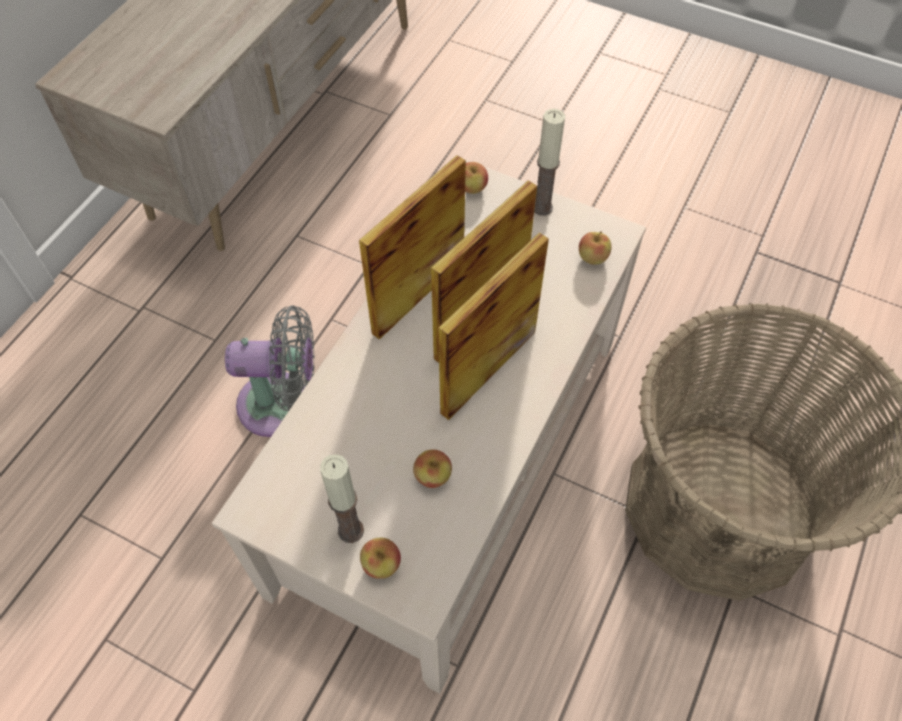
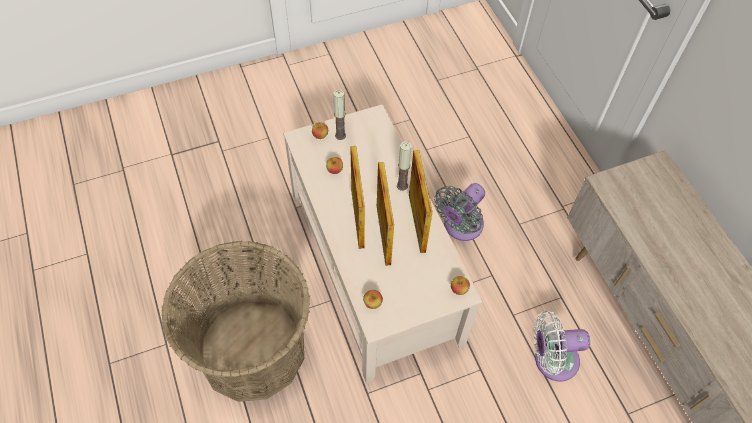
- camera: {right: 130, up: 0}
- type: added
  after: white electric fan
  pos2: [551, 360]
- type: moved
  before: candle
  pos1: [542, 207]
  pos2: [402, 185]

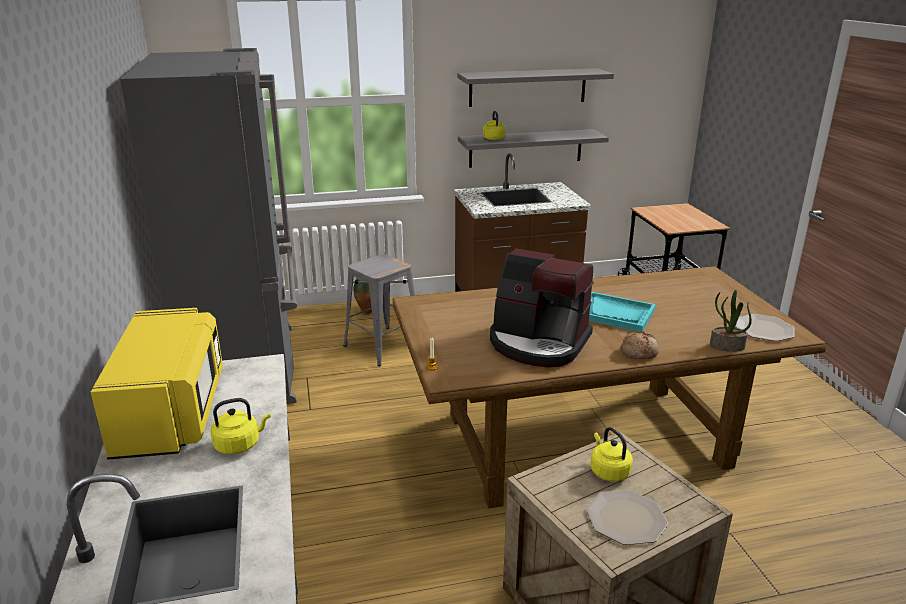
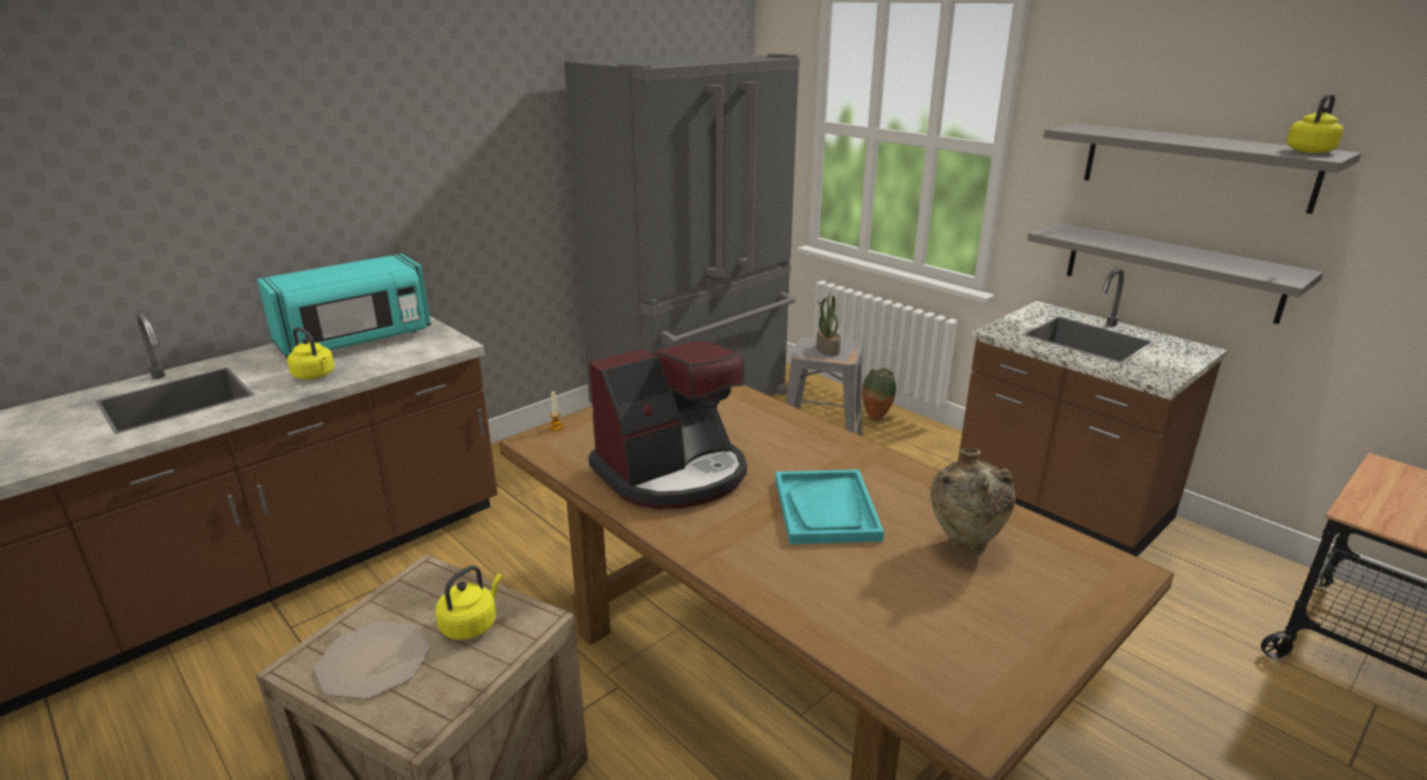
- camera: {right: 60, up: 0}
- type: removed
  before: bakery bread
  pos1: [639, 352]
- type: removed
  before: dinner plate
  pos1: [763, 329]
- type: added
  after: beige-coloured decorative vase
  pos2: [964, 547]
- type: moved
  before: yellowish tea kettle
  pos1: [493, 138]
  pos2: [1311, 151]
- type: moved
  before: potted plant
  pos1: [726, 346]
  pos2: [827, 350]
- type: recoloured
  before: yellowish microwave oven
  after: blue-green microwave oven
  pos1: [172, 413]
  pos2: [356, 340]
- type: turned
  before: coffee machine
  pos1: [538, 343]
  pos2: [673, 473]
  turn: -120

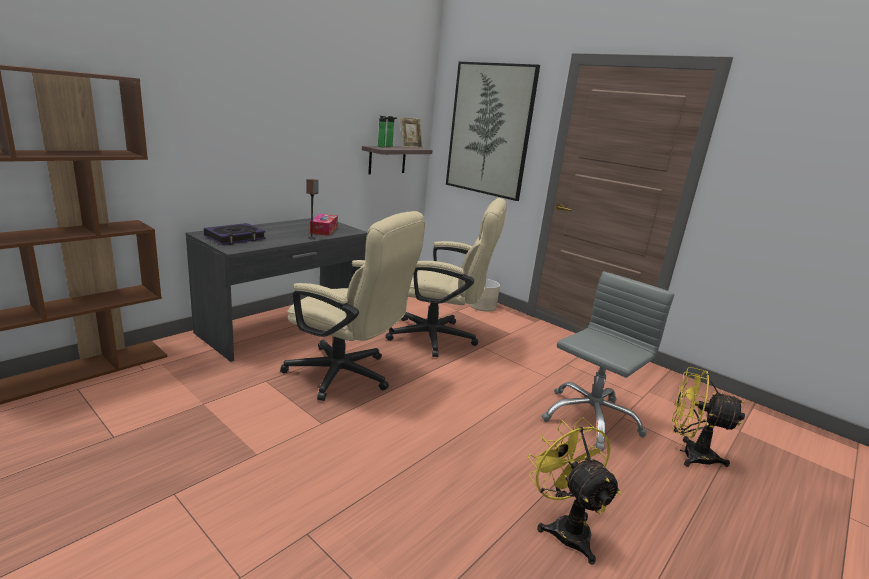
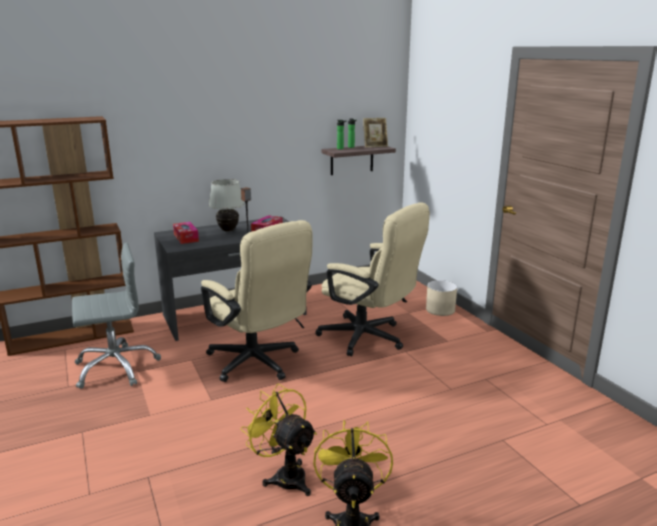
- camera: {right: 25, up: 0}
- type: removed
  before: picture
  pos1: [489, 130]
- type: added
  after: white lamp for a table
  pos2: [228, 230]
- type: moved
  before: grey office chair
  pos1: [590, 418]
  pos2: [116, 367]
- type: moved
  before: yellowish electric fan
  pos1: [689, 453]
  pos2: [285, 476]
- type: replaced
  before: volume
  after: tissue box
  pos1: [235, 238]
  pos2: [186, 238]

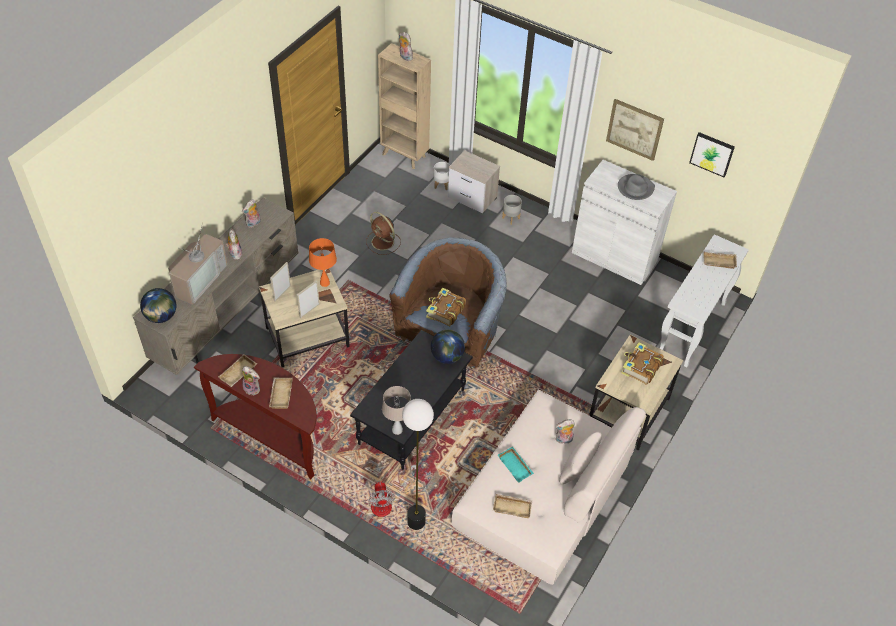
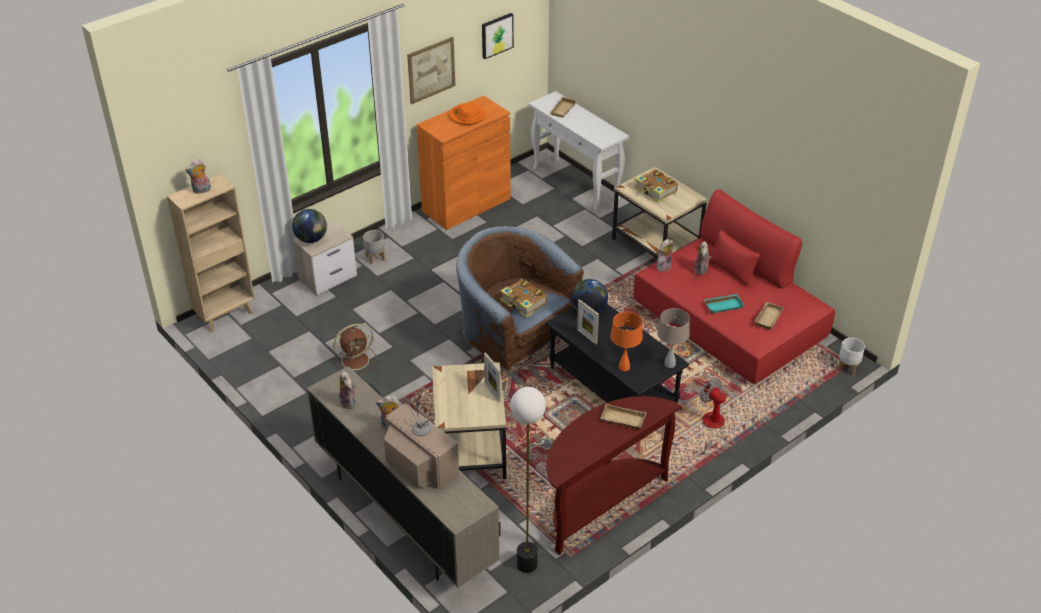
- camera: {right: -70, up: -10}
- type: removed
  before: beige-coloured serving tray
  pos1: [238, 374]
- type: moved
  before: desk globe
  pos1: [161, 316]
  pos2: [311, 239]
- type: moved
  before: plush toy
  pos1: [253, 388]
  pos2: [663, 266]
- type: moved
  before: standing frame
  pos1: [282, 293]
  pos2: [587, 336]
- type: moved
  before: orangey lamp for a table
  pos1: [324, 283]
  pos2: [624, 367]
- type: moved
  before: standard lamp
  pos1: [416, 522]
  pos2: [527, 564]
- type: moved
  before: white flower pot
  pos1: [442, 185]
  pos2: [848, 367]
- type: recoloured
  before: beige-coloured sofa
  after: reddish sofa
  pos1: [543, 494]
  pos2: [730, 319]
- type: recoloured
  before: white storage cabinet
  after: orangey storage cabinet
  pos1: [614, 257]
  pos2: [466, 205]
- type: recoloured
  before: grey hat
  after: orangey hat
  pos1: [635, 188]
  pos2: [467, 116]
- type: turned
  before: electric fan
  pos1: [387, 502]
  pos2: [712, 427]
  turn: -135

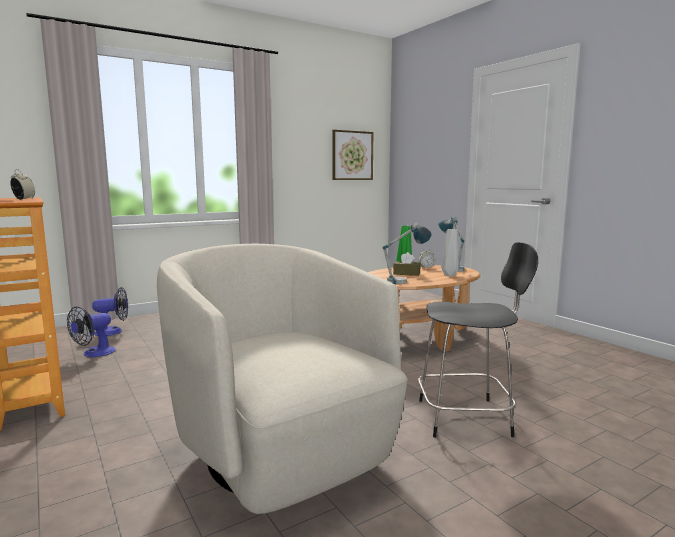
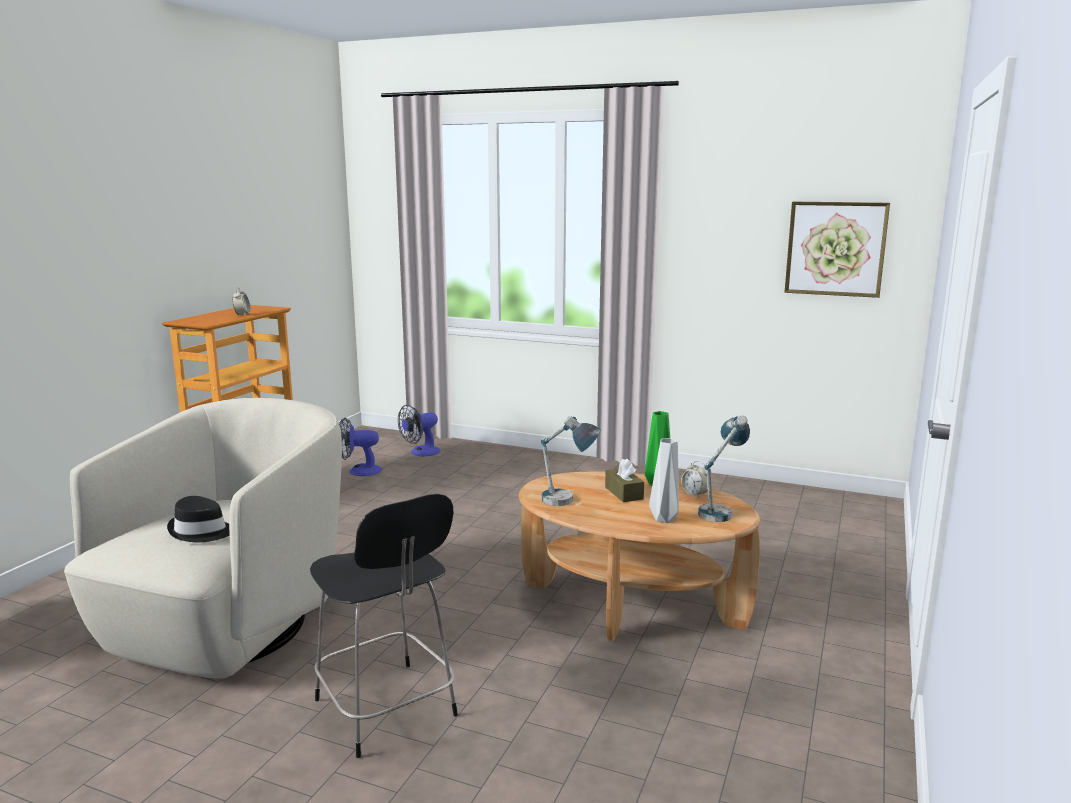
- camera: {right: 55, up: 5}
- type: added
  after: black hat
  pos2: [201, 531]
- type: turned
  before: electric fan
  pos1: [114, 331]
  pos2: [420, 453]
  turn: 105

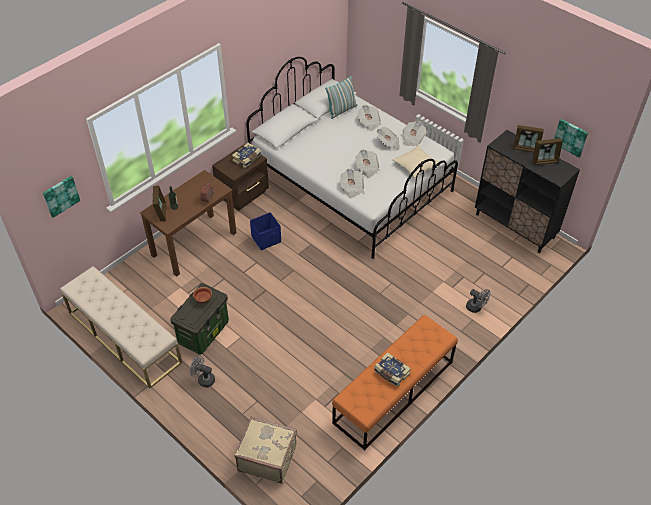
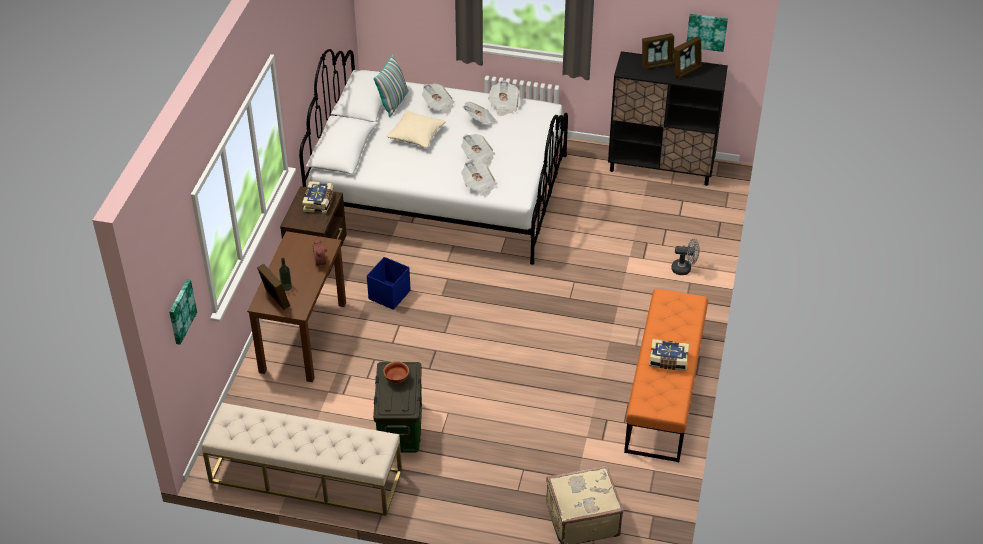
- camera: {right: -30, up: -5}
- type: removed
  before: grey electric fan
  pos1: [203, 379]
- type: moved
  before: beige-coloured throw pillow
  pos1: [415, 166]
  pos2: [416, 135]

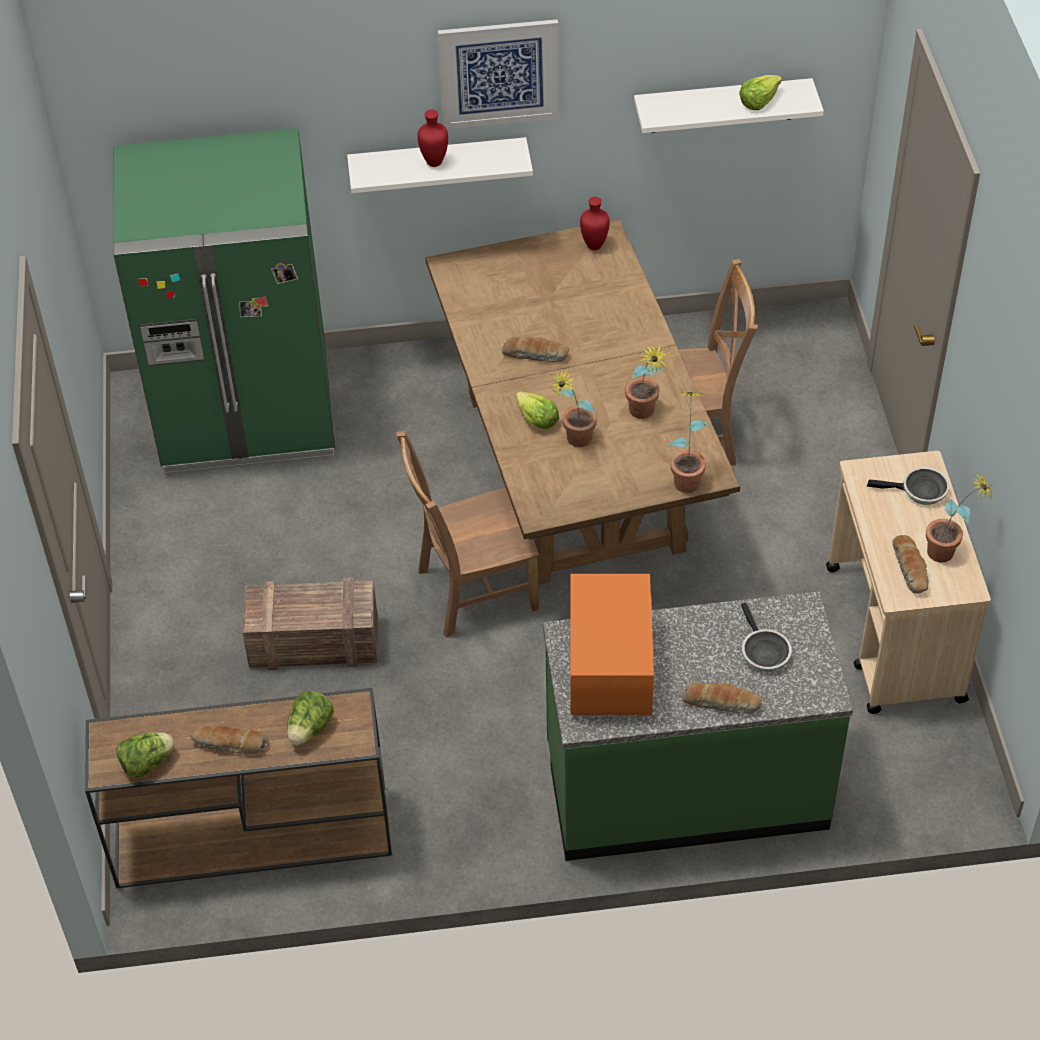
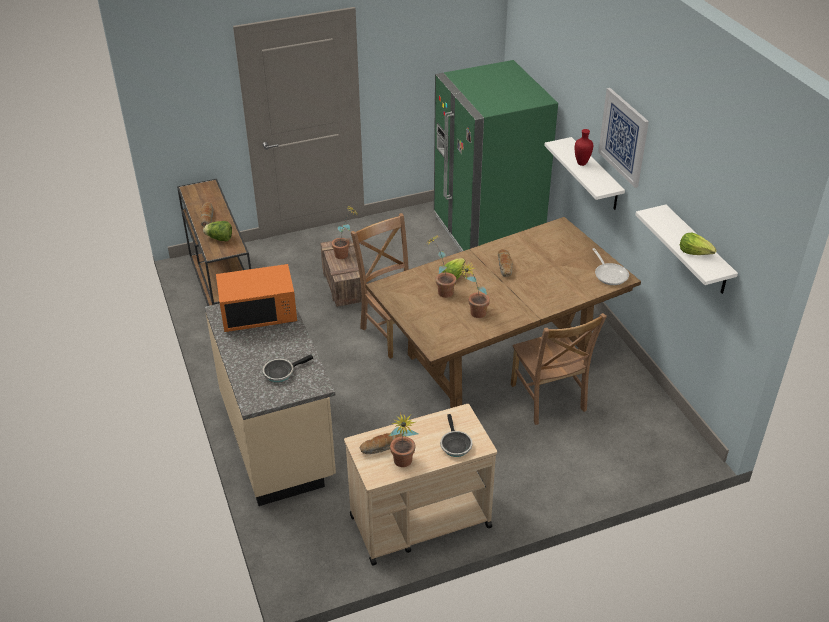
- camera: {right: 75, up: -10}
- type: removed
  before: head of lettuce
  pos1: [147, 763]
- type: removed
  before: bakery bread
  pos1: [721, 702]
- type: moved
  before: potted plant
  pos1: [687, 476]
  pos2: [345, 254]
- type: replaced
  before: reddish decorative vase
  after: frying pan
  pos1: [593, 245]
  pos2: [610, 274]
- type: recoloured
  before: greenish counter
  after: beige-coloured counter
  pos1: [686, 787]
  pos2: [278, 437]

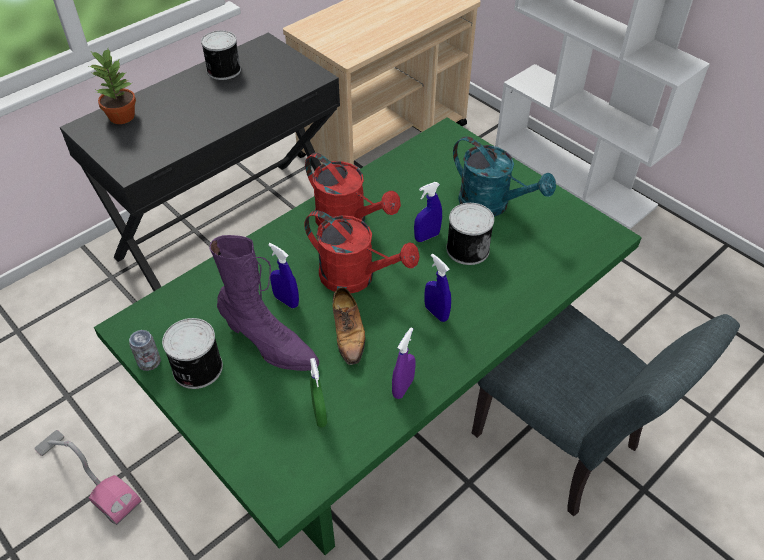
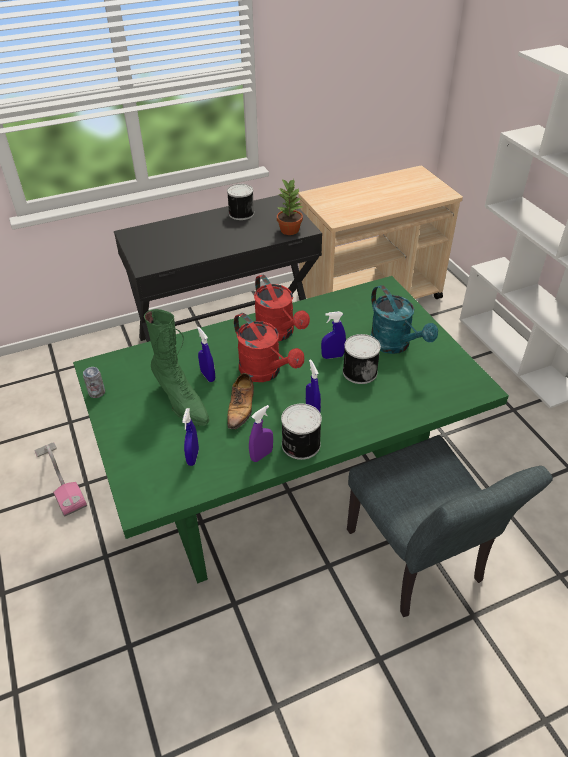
- camera: {right: 20, up: -5}
- type: moved
  before: potted plant
  pos1: [121, 116]
  pos2: [289, 230]
- type: moved
  before: metal can
  pos1: [196, 369]
  pos2: [300, 444]
- type: recoloured
  before: purple boot
  after: greenish boot
  pos1: [269, 345]
  pos2: [181, 402]
- type: recoloured
  before: greenish spray bottle
  after: blue spray bottle
  pos1: [319, 415]
  pos2: [193, 457]

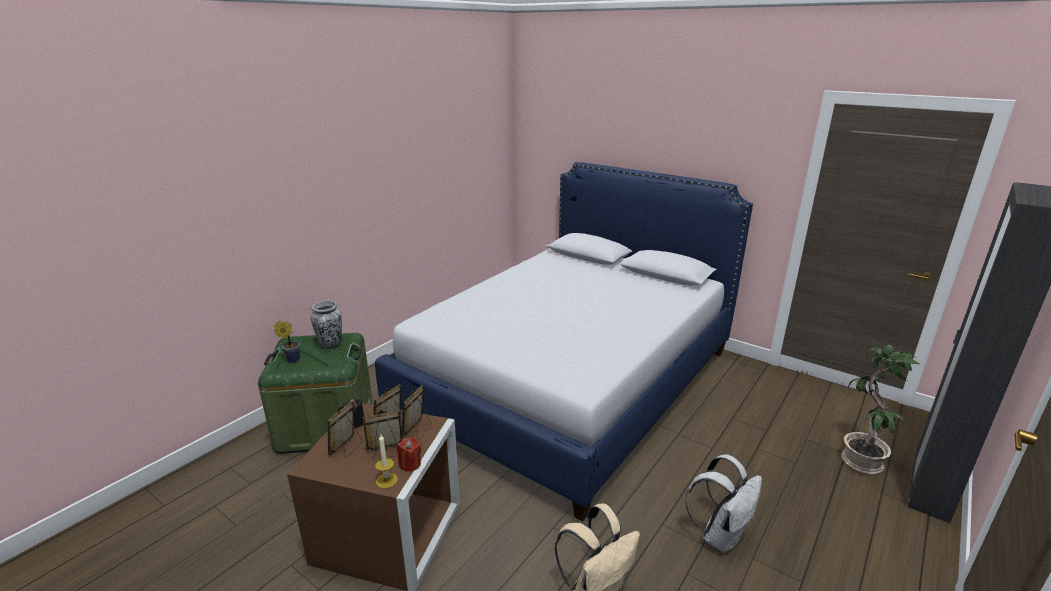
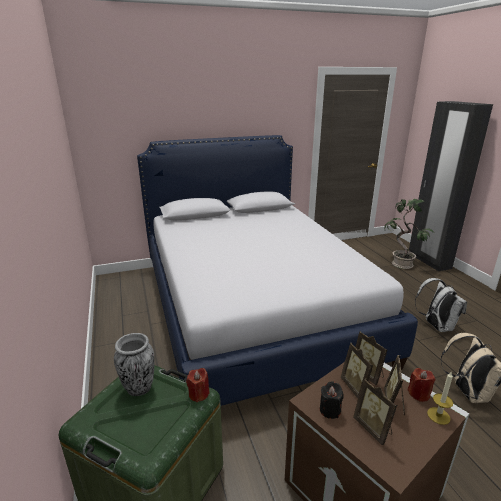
- camera: {right: -55, up: 0}
- type: removed
  before: potted plant
  pos1: [292, 360]
- type: added
  after: reddish candle
  pos2: [198, 394]

